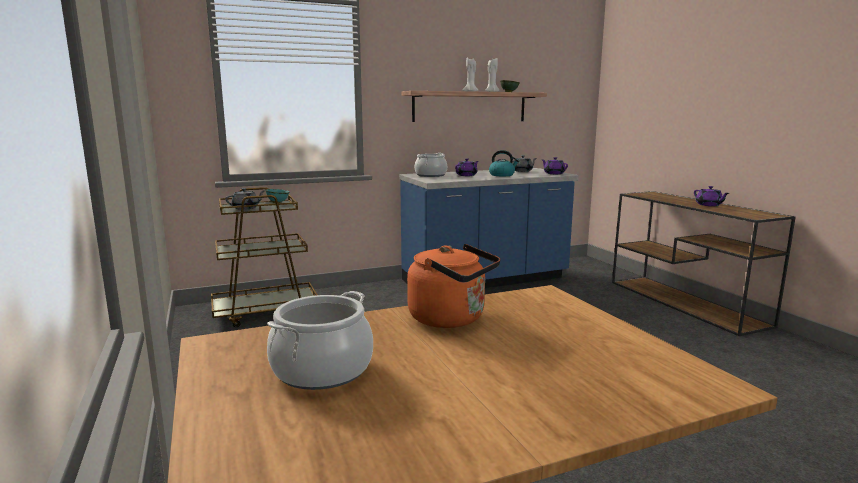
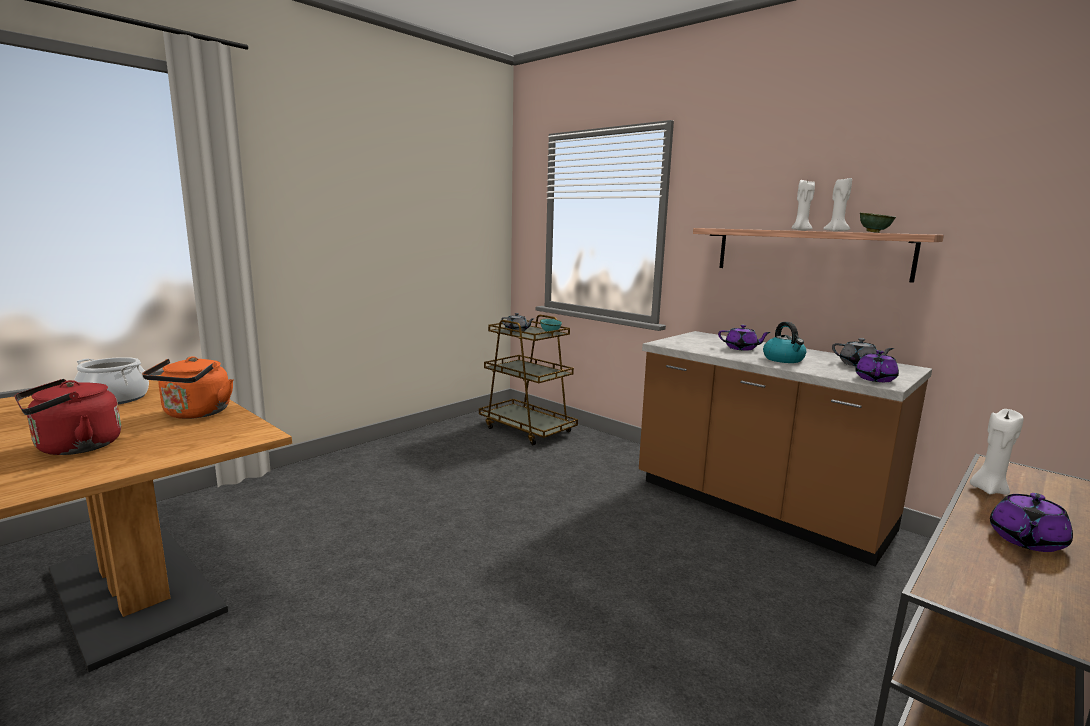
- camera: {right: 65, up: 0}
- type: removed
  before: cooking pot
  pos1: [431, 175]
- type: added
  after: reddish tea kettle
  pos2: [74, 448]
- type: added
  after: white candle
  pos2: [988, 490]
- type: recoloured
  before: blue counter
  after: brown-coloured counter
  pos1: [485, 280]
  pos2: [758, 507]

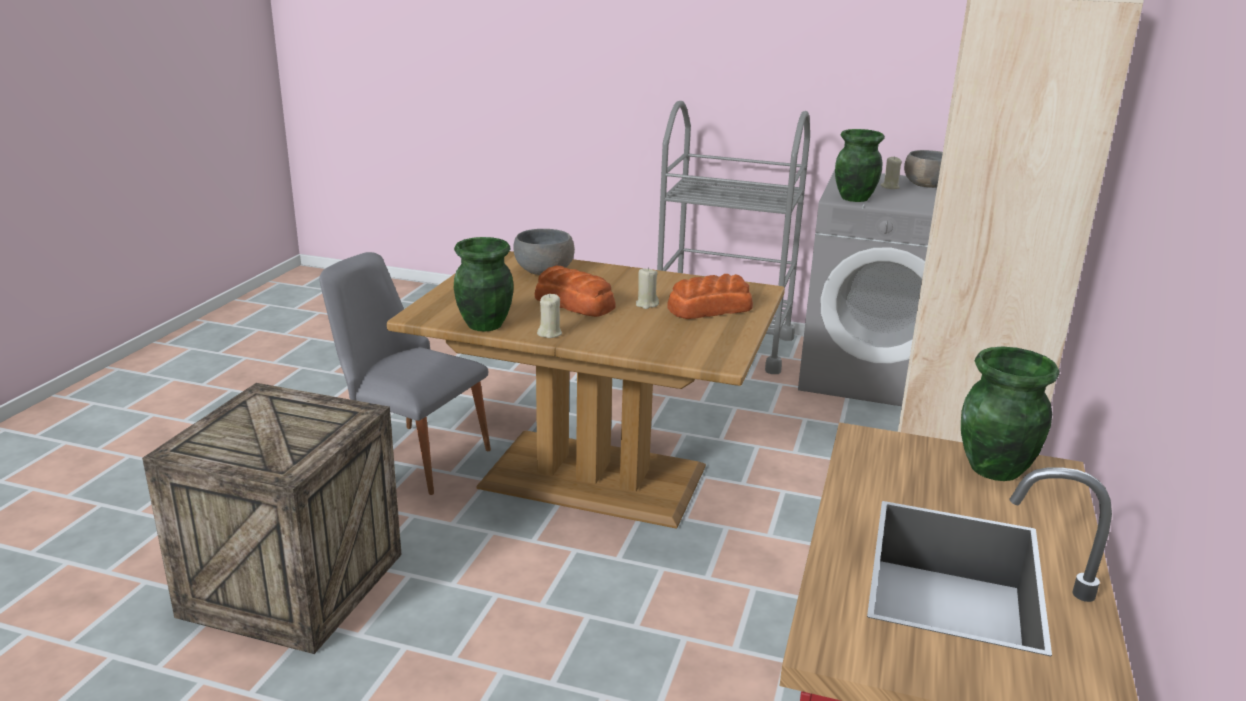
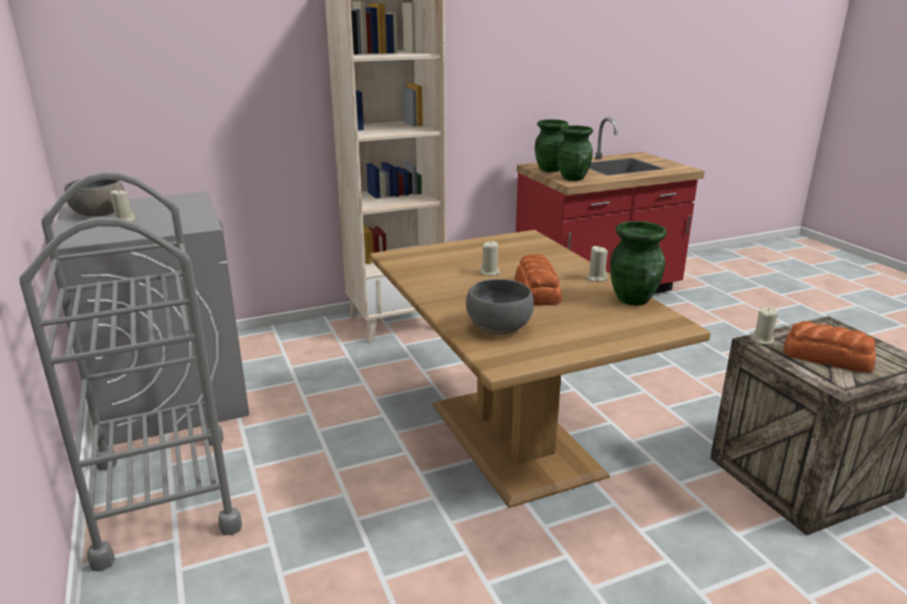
- camera: {right: -130, up: 0}
- type: removed
  before: grey plain chair
  pos1: [410, 453]
- type: added
  after: beige-coloured candle
  pos2: [762, 340]
- type: moved
  before: bakery bread
  pos1: [708, 309]
  pos2: [828, 358]
- type: moved
  before: greenish decorative vase
  pos1: [854, 198]
  pos2: [573, 178]

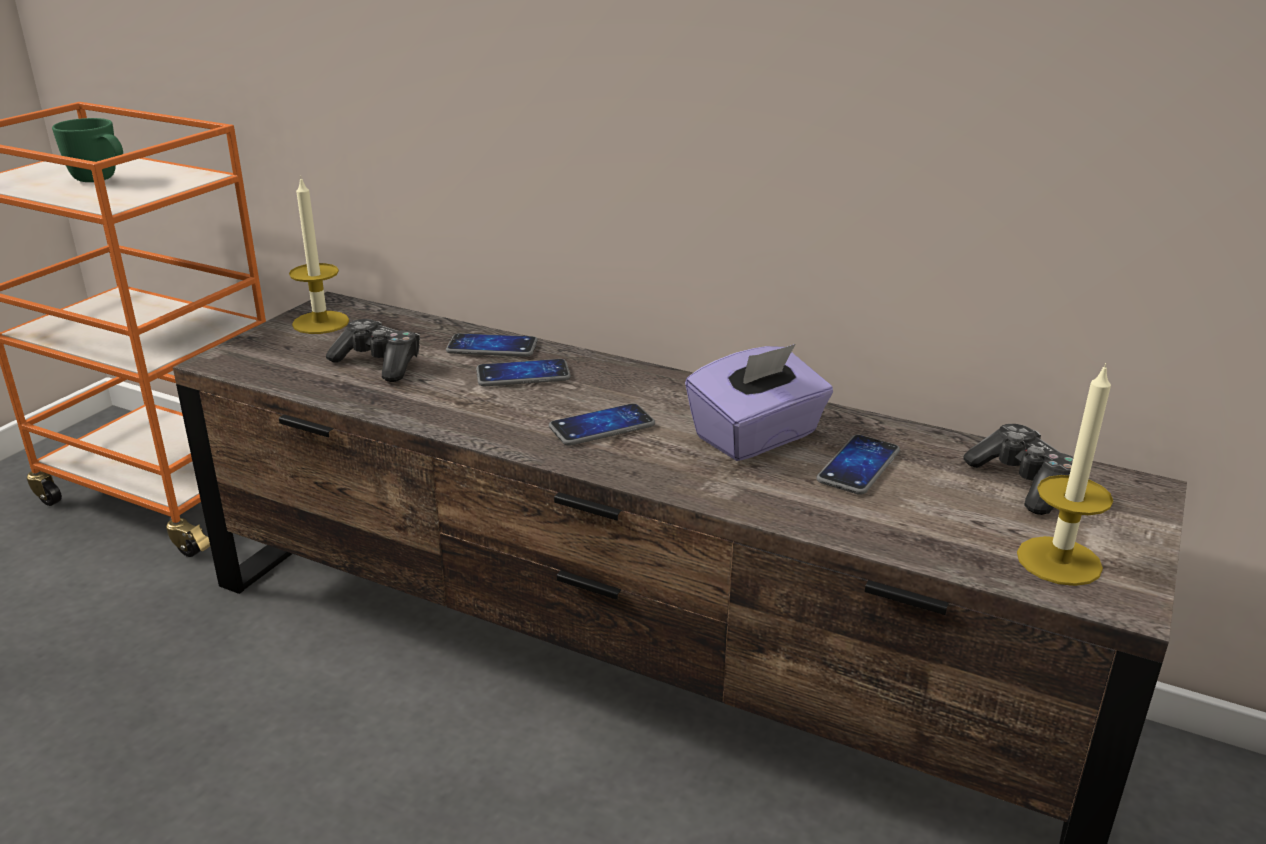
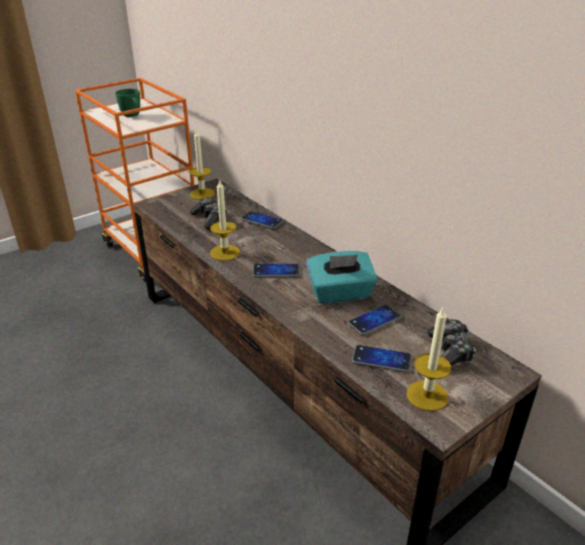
- camera: {right: 25, up: 5}
- type: added
  after: candle
  pos2: [225, 252]
- type: moved
  before: telephone
  pos1: [523, 375]
  pos2: [381, 359]
- type: recoloured
  before: purple tissue box
  after: blue-green tissue box
  pos1: [757, 437]
  pos2: [340, 294]

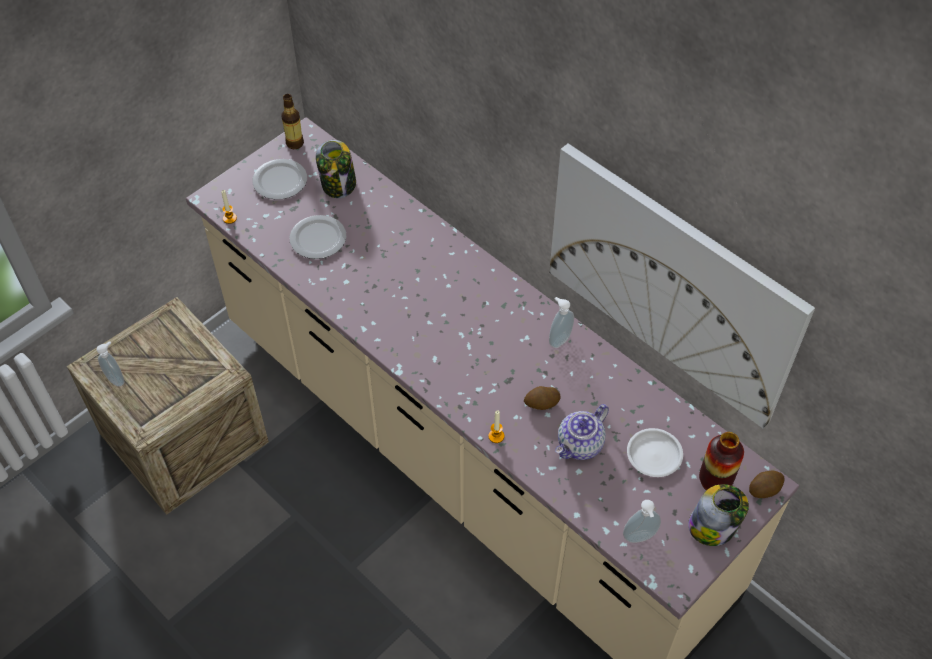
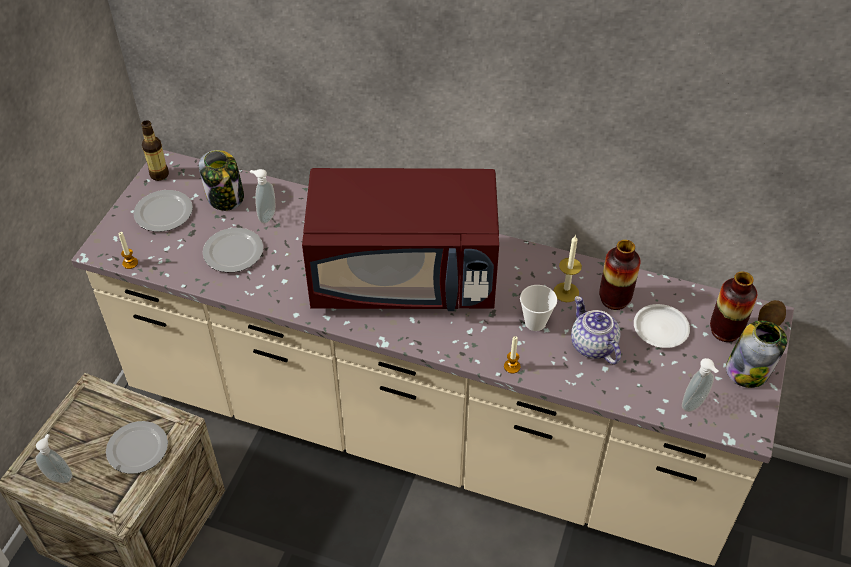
- camera: {right: -25, up: -5}
- type: removed
  before: picture
  pos1: [670, 284]
- type: added
  after: dinner plate
  pos2: [137, 449]
- type: added
  after: reddish microwave oven
  pos2: [405, 276]
- type: added
  after: candle
  pos2: [566, 292]
- type: added
  after: decorative vase
  pos2: [614, 299]
- type: moved
  before: soap dispenser
  pos1: [559, 339]
  pos2: [266, 215]
- type: replaced
  before: potato
  after: cup
  pos1: [541, 404]
  pos2: [535, 322]
- type: turned
  before: teapot
  pos1: [580, 445]
  pos2: [592, 345]
  turn: 135

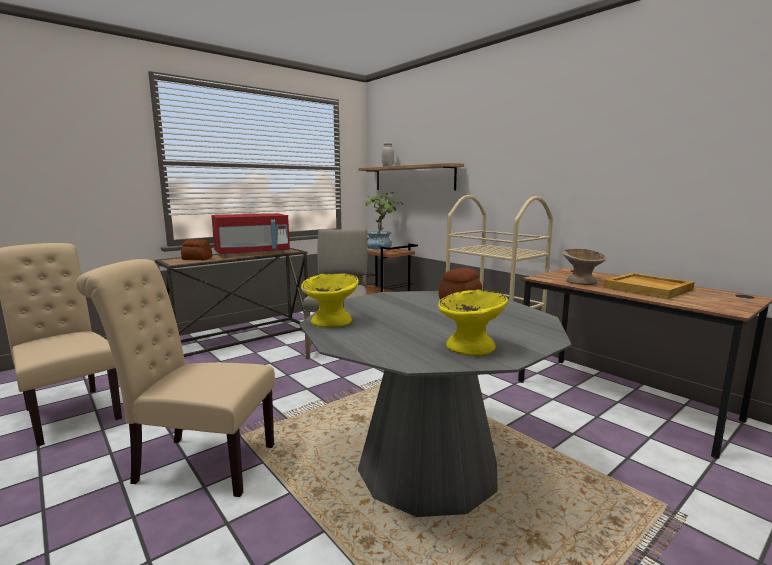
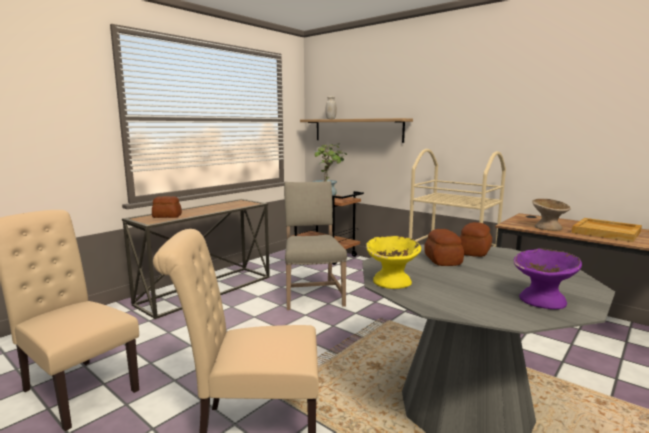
- camera: {right: -10, up: 0}
- type: removed
  before: reddish microwave oven
  pos1: [252, 253]
- type: added
  after: bakery bread
  pos2: [443, 260]
- type: recoloured
  before: yellowish bowl
  after: purple bowl
  pos1: [470, 347]
  pos2: [542, 300]

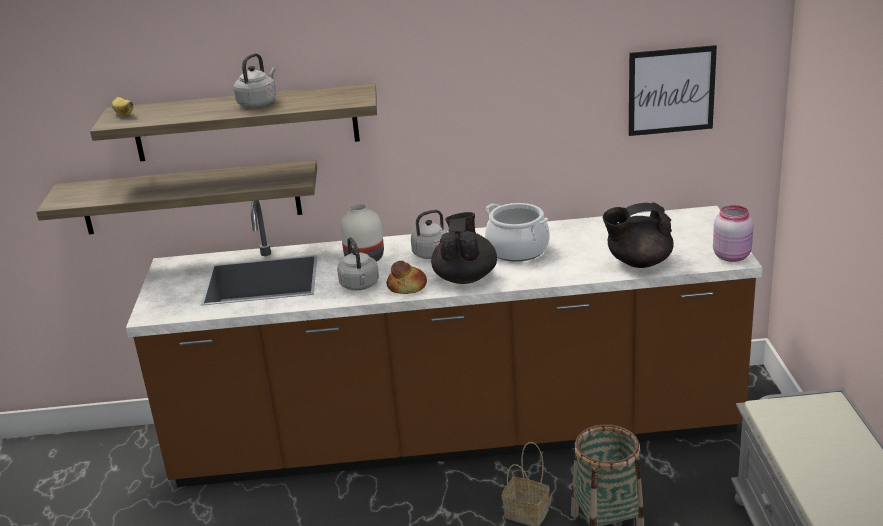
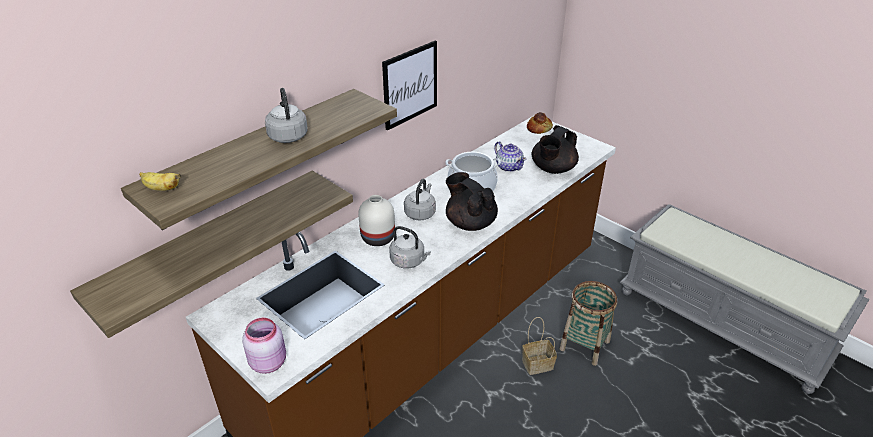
- camera: {right: -45, up: 10}
- type: added
  after: teapot
  pos2: [509, 166]
- type: moved
  before: bakery bread
  pos1: [407, 287]
  pos2: [539, 129]
- type: moved
  before: picture
  pos1: [671, 90]
  pos2: [410, 85]
- type: moved
  before: pink-coloured storage jar
  pos1: [732, 256]
  pos2: [268, 362]

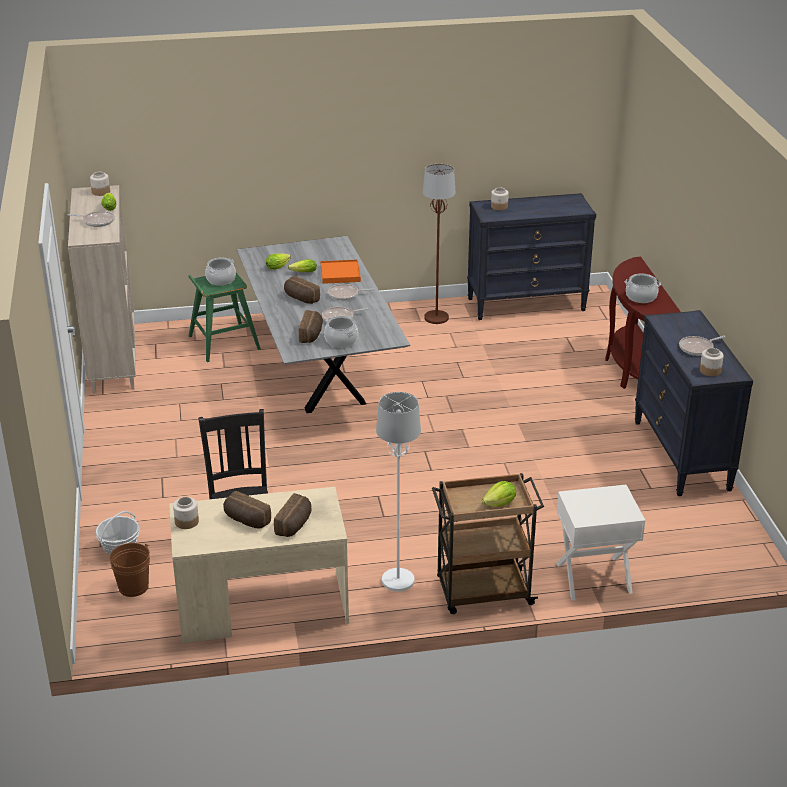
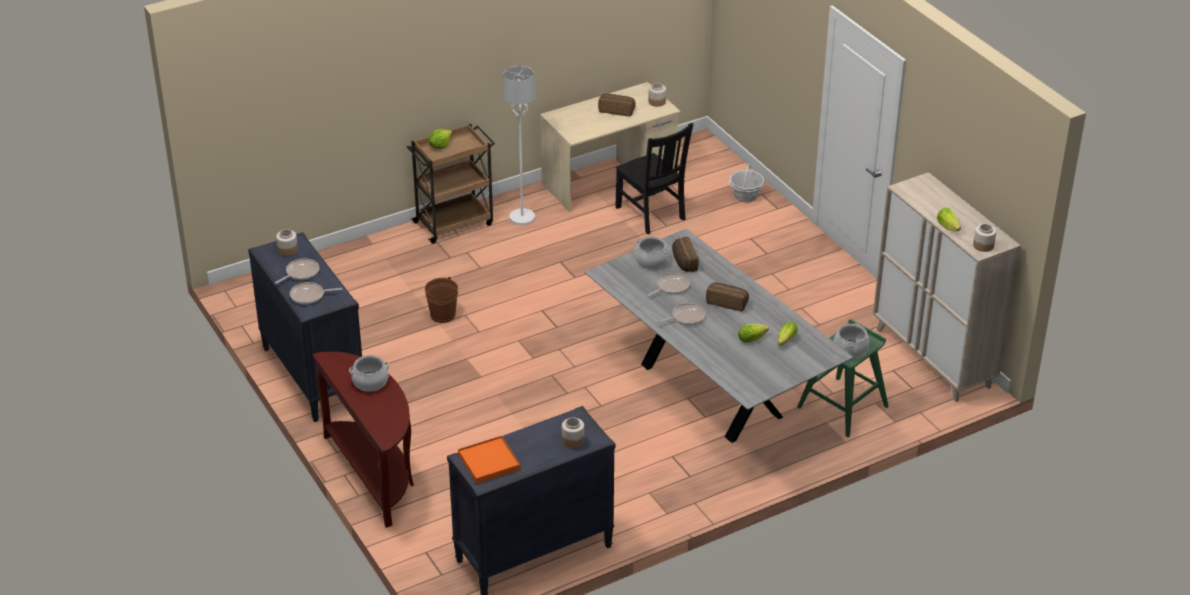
- camera: {right: 160, up: 5}
- type: removed
  before: bakery bread
  pos1: [295, 525]
- type: removed
  before: brown-coloured standard lamp
  pos1: [436, 318]
- type: removed
  before: white nightstand
  pos1: [594, 578]
- type: moved
  before: frying pan
  pos1: [97, 221]
  pos2: [309, 296]
- type: moved
  before: brown-coloured pail
  pos1: [133, 587]
  pos2: [443, 315]
- type: moved
  before: orangey serving tray
  pos1: [340, 274]
  pos2: [489, 462]

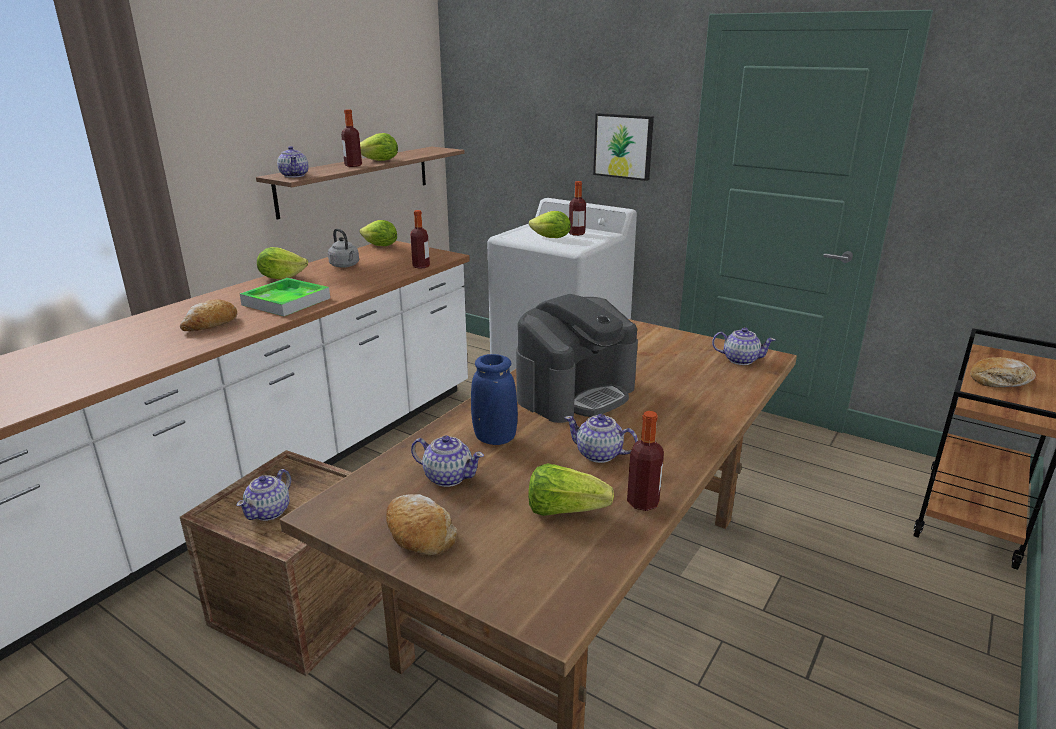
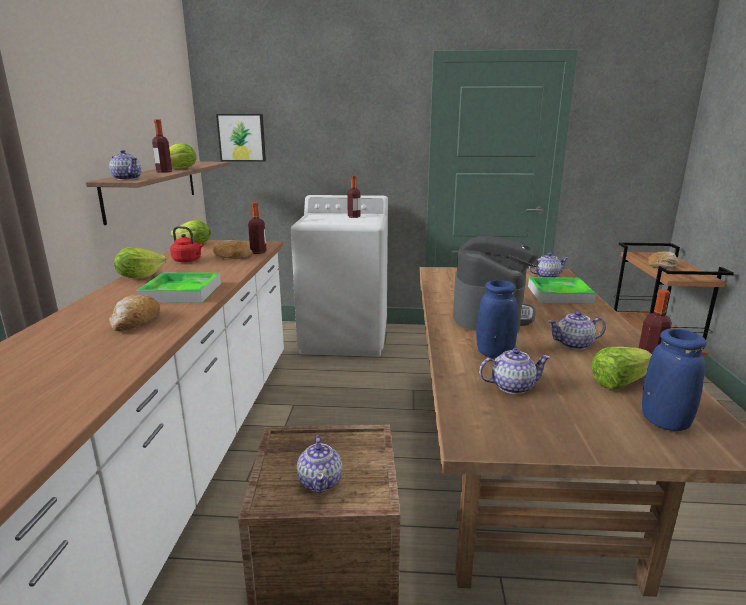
- camera: {right: -30, up: -5}
- type: removed
  before: head of lettuce
  pos1: [551, 238]
- type: added
  after: serving tray
  pos2: [559, 294]
- type: added
  after: blue decorative vase
  pos2: [664, 422]
- type: moved
  before: bakery bread
  pos1: [419, 534]
  pos2: [232, 257]
- type: moved
  before: picture
  pos1: [623, 146]
  pos2: [242, 137]
- type: recoloured
  before: grey tea kettle
  after: reddish tea kettle
  pos1: [345, 266]
  pos2: [188, 260]

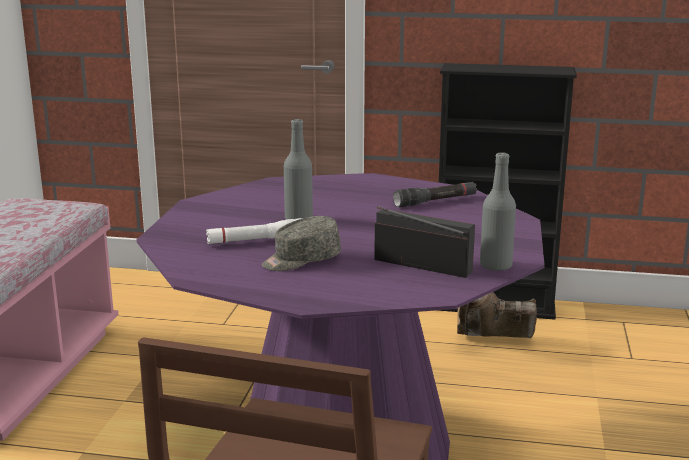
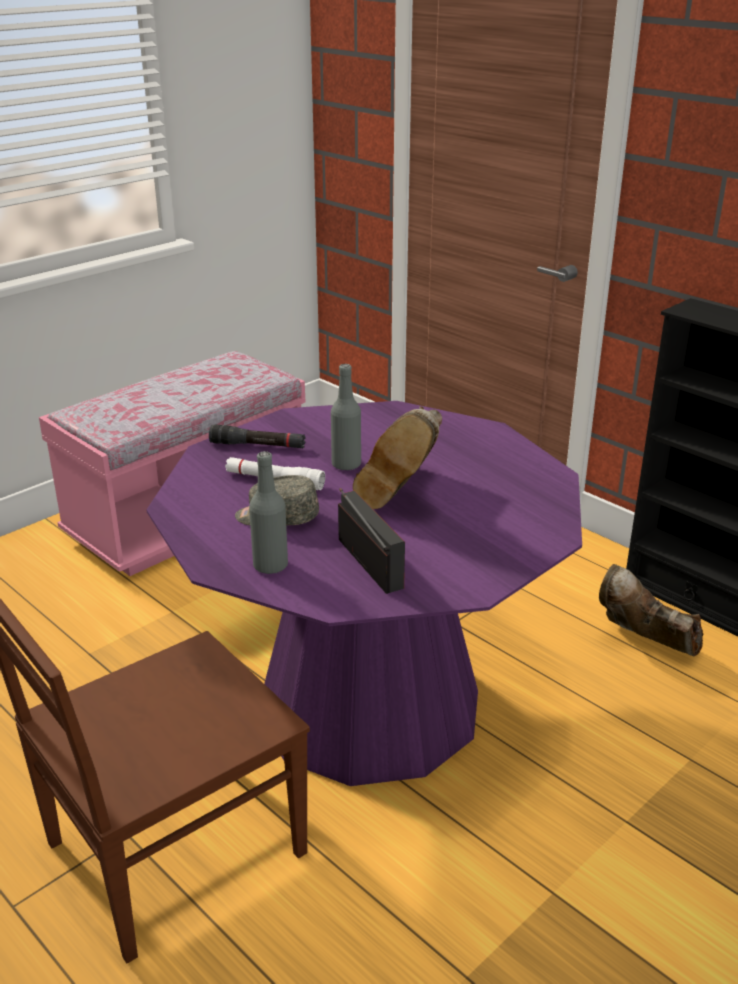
- camera: {right: 35, up: 10}
- type: added
  after: brown-coloured boot
  pos2: [401, 494]
- type: moved
  before: black torch
  pos1: [435, 201]
  pos2: [258, 445]
- type: moved
  before: grey beverage bottle
  pos1: [495, 266]
  pos2: [270, 565]

